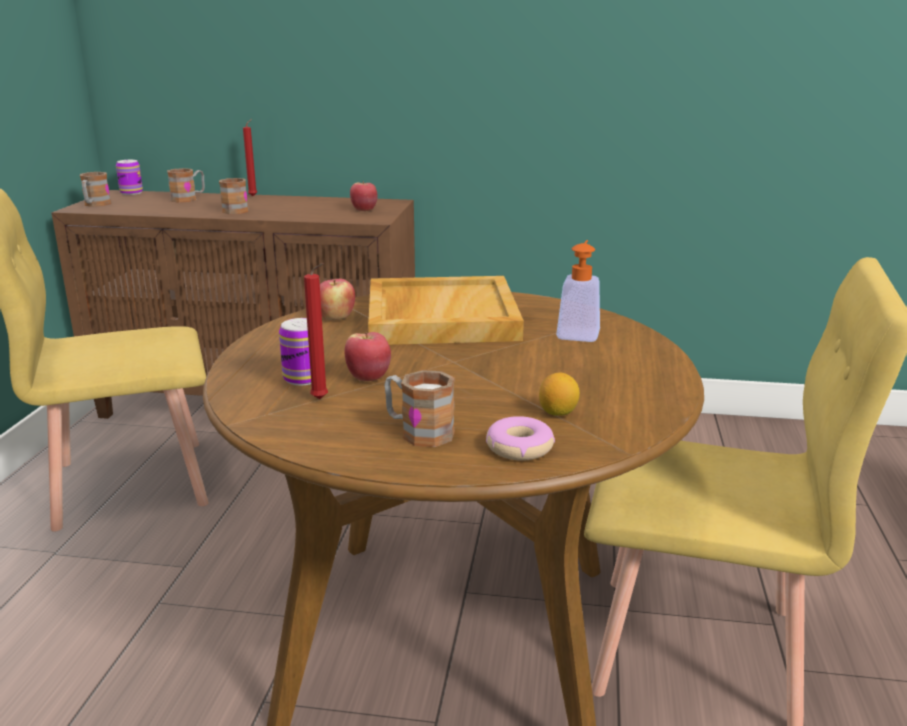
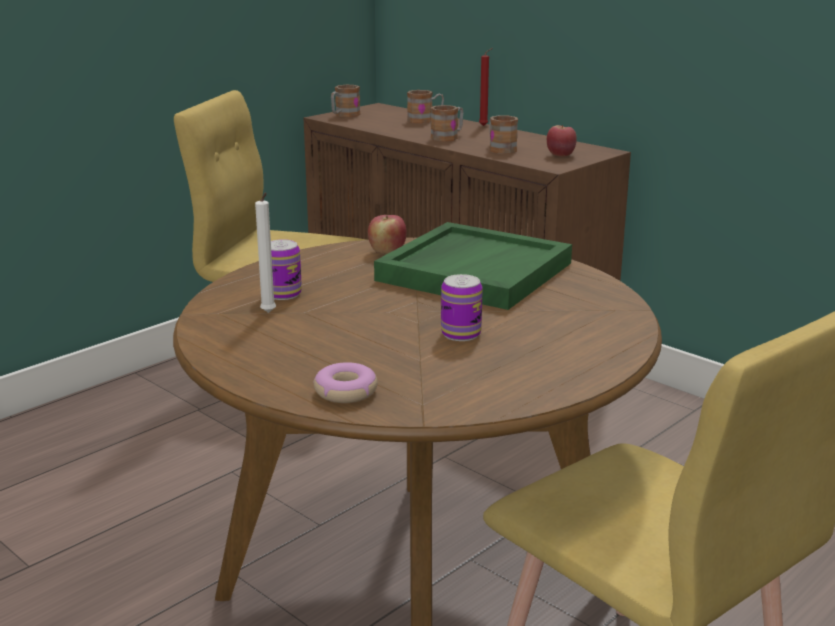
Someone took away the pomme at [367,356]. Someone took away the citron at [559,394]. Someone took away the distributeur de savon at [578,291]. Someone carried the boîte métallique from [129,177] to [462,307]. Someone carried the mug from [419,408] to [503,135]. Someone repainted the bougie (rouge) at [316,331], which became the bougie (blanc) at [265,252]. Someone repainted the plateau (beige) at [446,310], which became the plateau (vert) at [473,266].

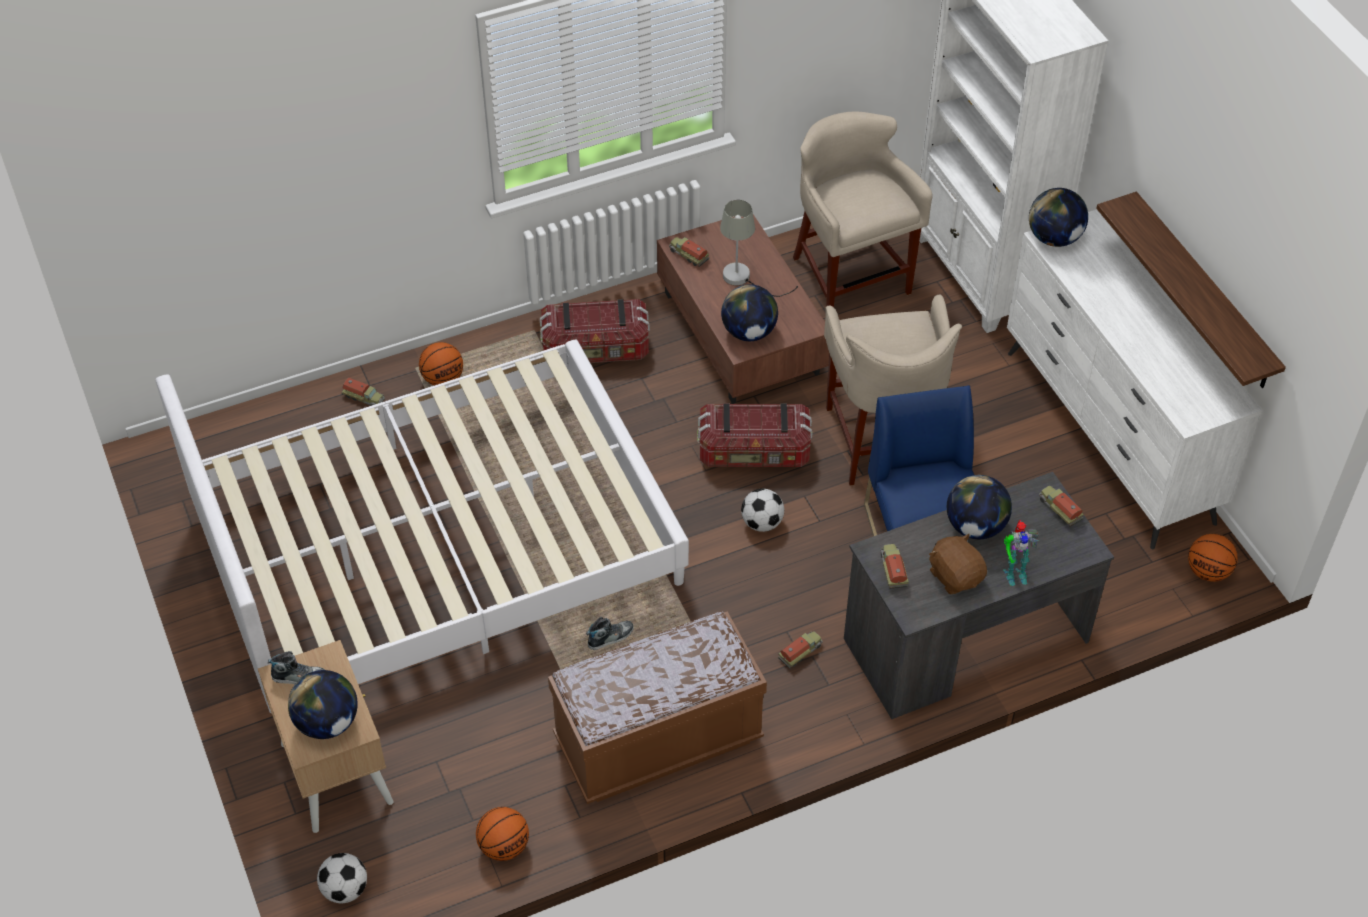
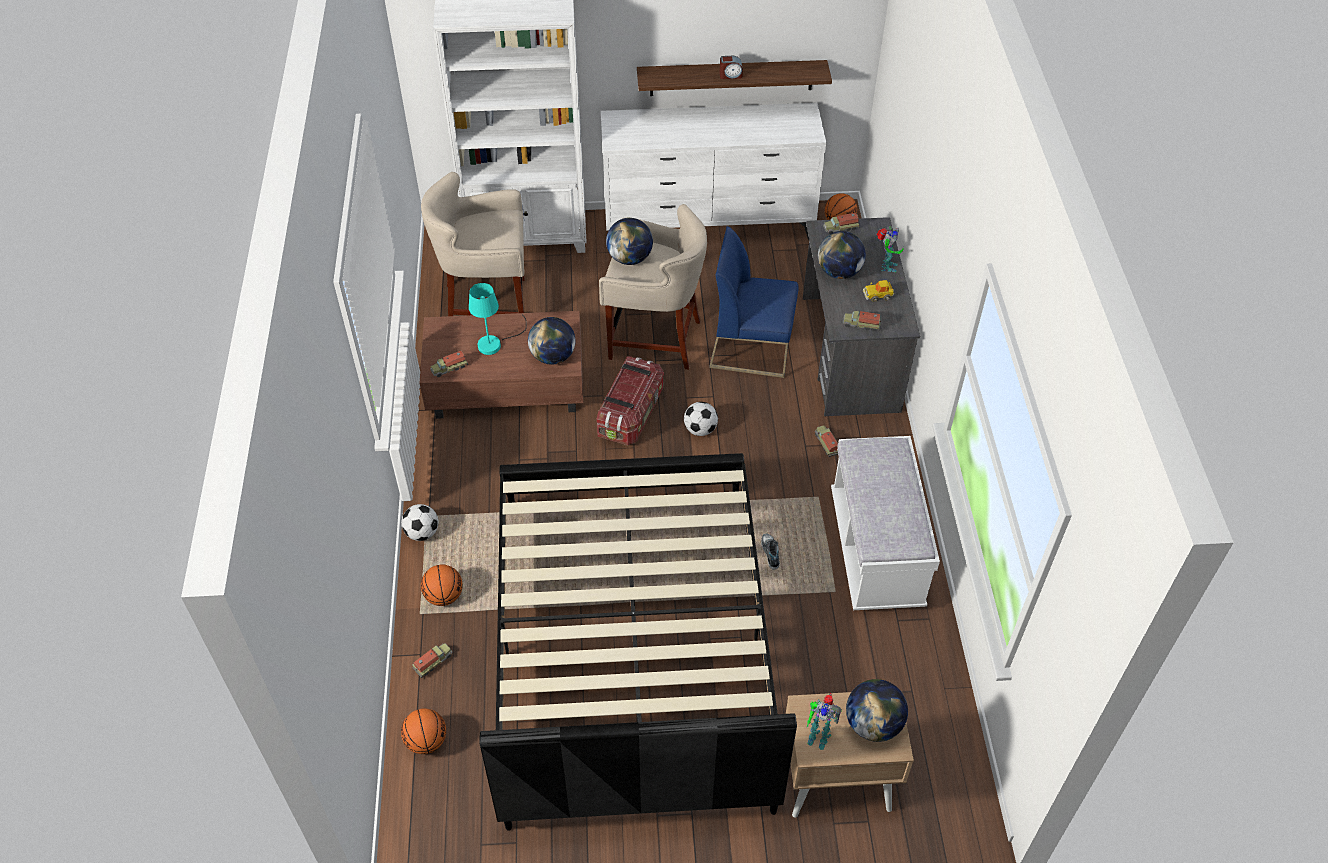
Someone took away the boîte de rangement at [595,331]. Someone put down the réveil at [731,67]. Someone carried the ballon de foot from [342,878] to [420,522]. Someone carried the ballon de basket from [502,834] to [423,731]. Someone carried the globe from [1058,217] to [629,241]. Someone swapped the chaussure at [296,667] for the robot jouet at [824,721]. Someone swapped the peluche (marron) at [958,563] for the petite voiture at [878,291]. Someone repainted the lit (blanc) at [422,527], which became the lit (noir) at [638,642]. Someone repainted the banc (marron) at [657,707], which became the banc (blanc) at [885,523]. Someone repainted the lampe de table (gris) at [759,248], which became the lampe de table (turquoise) at [498,319].

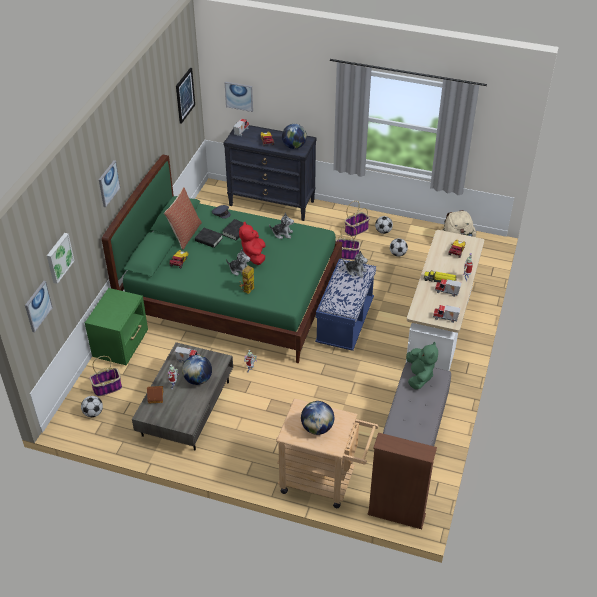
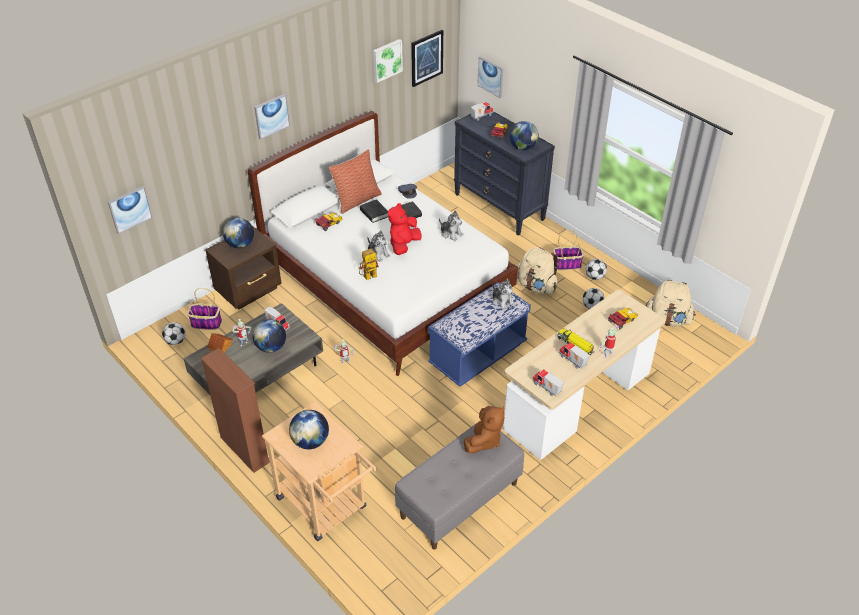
Someone put down the globe at [238,233]. Someone carried the tableau from [60,258] to [388,61]. Someone carried the bibliothèque (marron) from [402,481] to [235,410]. Someone swapped the panier at [348,242] for the sac à dos (beige) at [537,271]. Someone repainted the table de chevet (vert) at [116,326], which became the table de chevet (marron) at [243,267]. Someone repainted the lit (vert) at [222,258], which became the lit (blanc) at [383,243]. Someone repainted the peluche (vert) at [422,365], which became the peluche (marron) at [484,429].

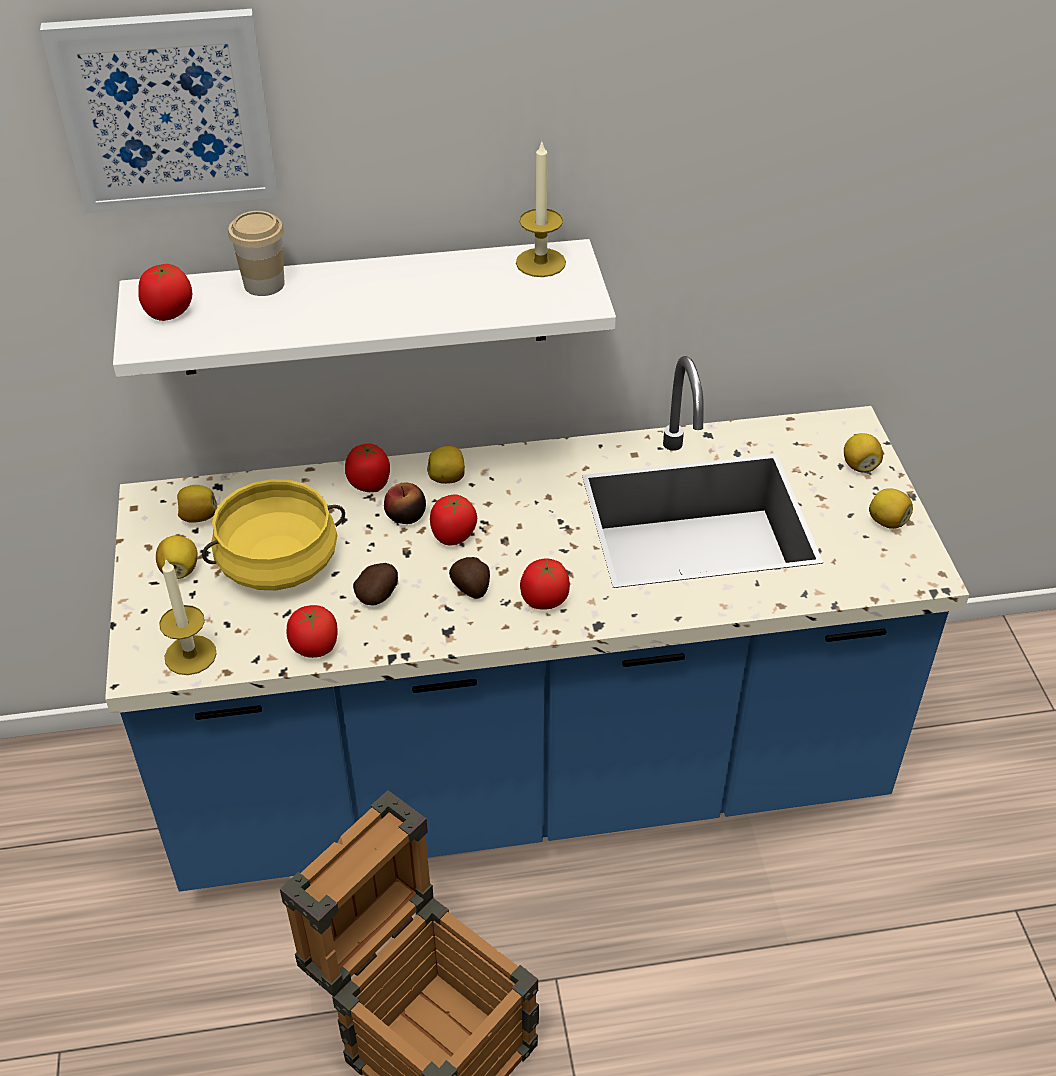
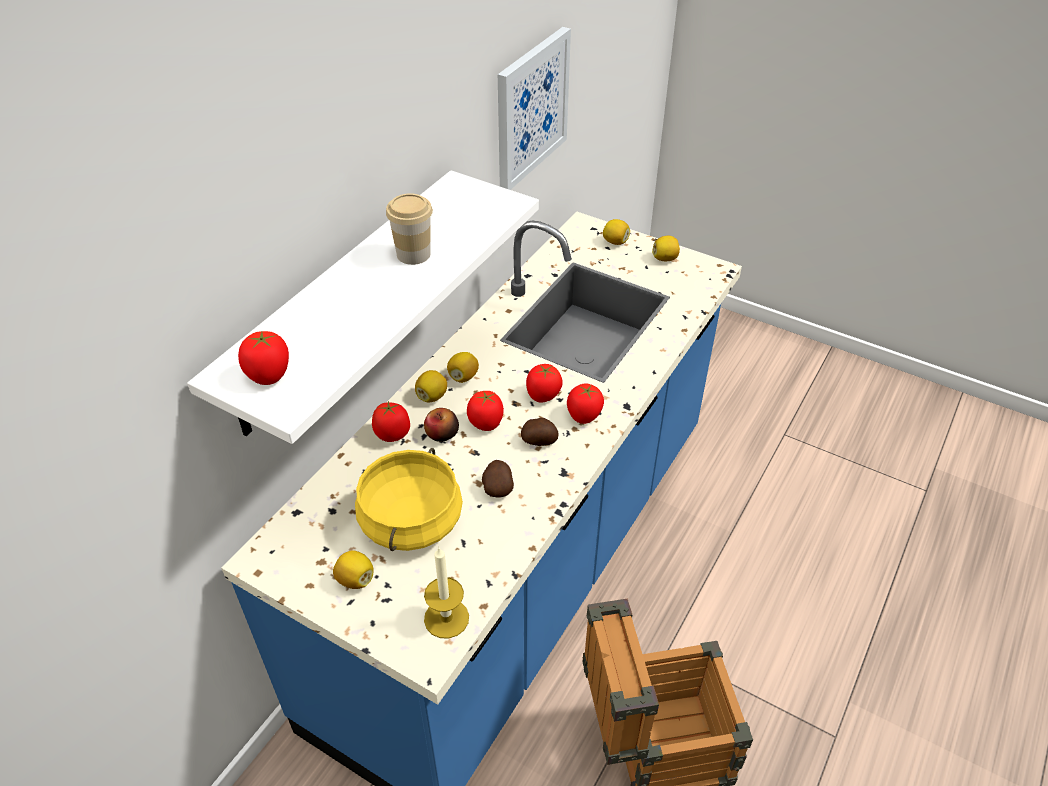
Someone took away the bougie at [541,209]. Someone carried the tableau from [159,111] to [534,108]. Someone carried the citron from [197,504] to [463,367]. Someone carried the tasse from [256,253] to [409,229]. Someone carried the tomate from [312,631] to [544,383].

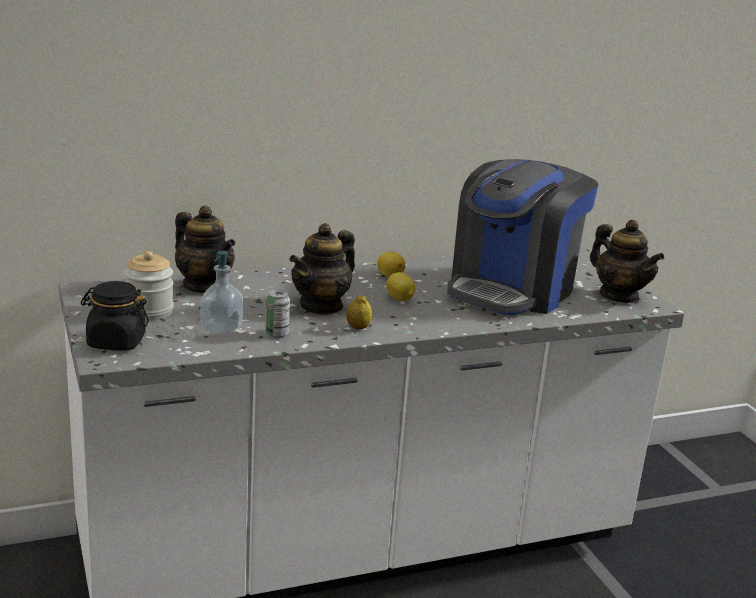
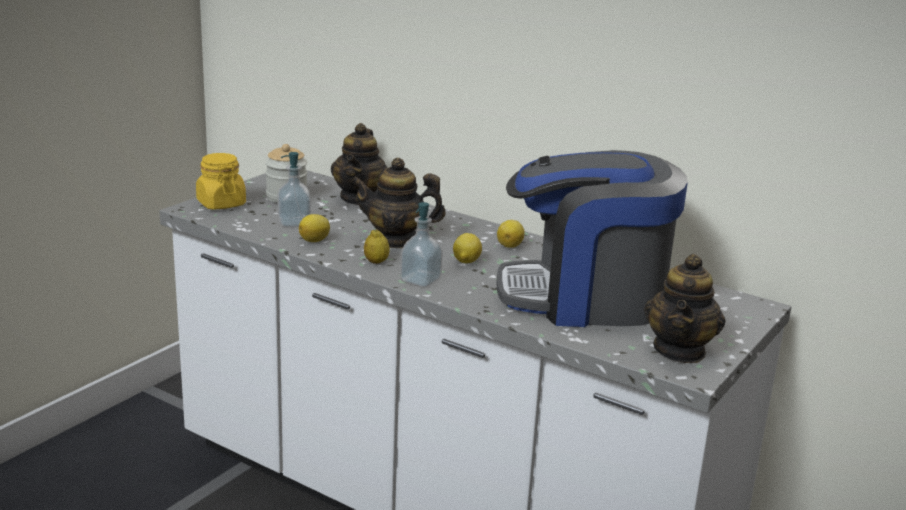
Someone put down the distributeur de savon at [421,245]. Someone swapped the boîte métallique at [278,314] for the citron at [314,228]. Someone repainted the bocal (noir) at [115,315], which became the bocal (jaune) at [221,181].

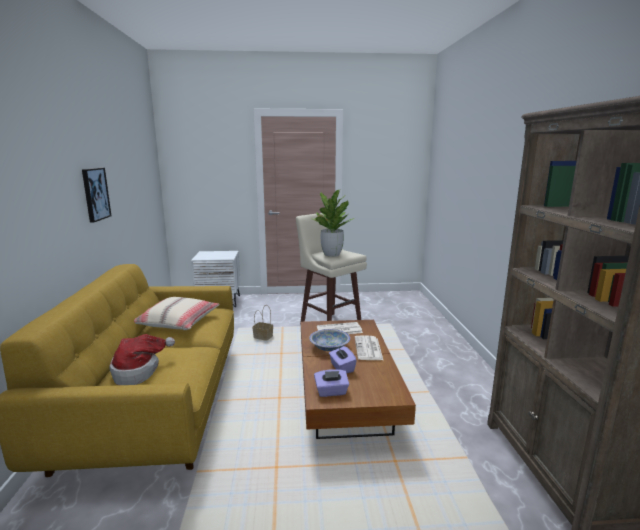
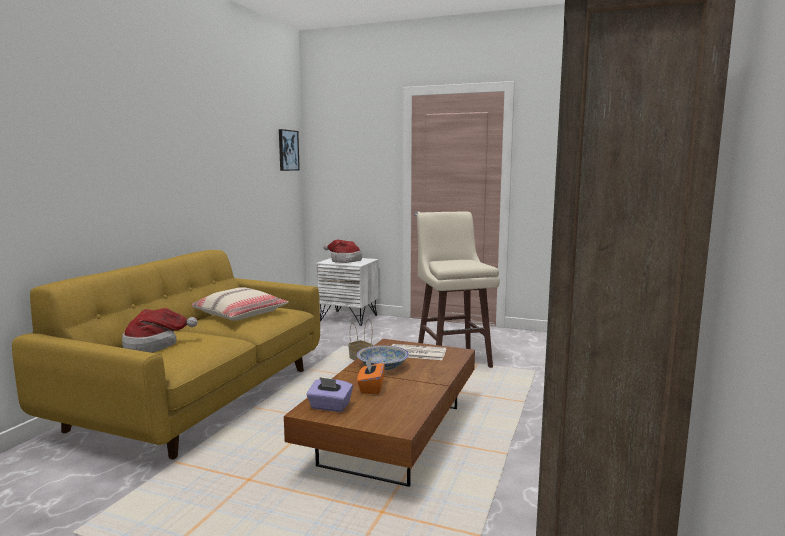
Someone took away the plante en pot at [333,223]. Someone took away the journal at [369,347]. Someone put down the chapeau at [342,251]. Someone carried the tableau from [96,195] to [289,150]. Someone repainted the boîte à mouchoirs (violet) at [343,359], which became the boîte à mouchoirs (orange) at [371,376].

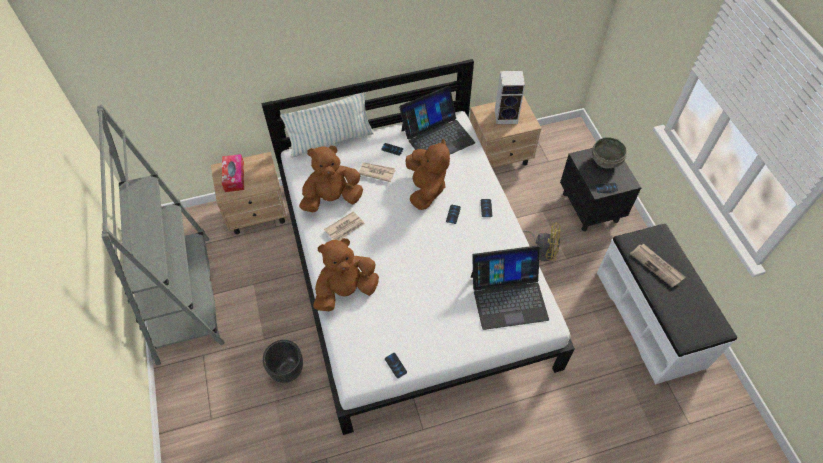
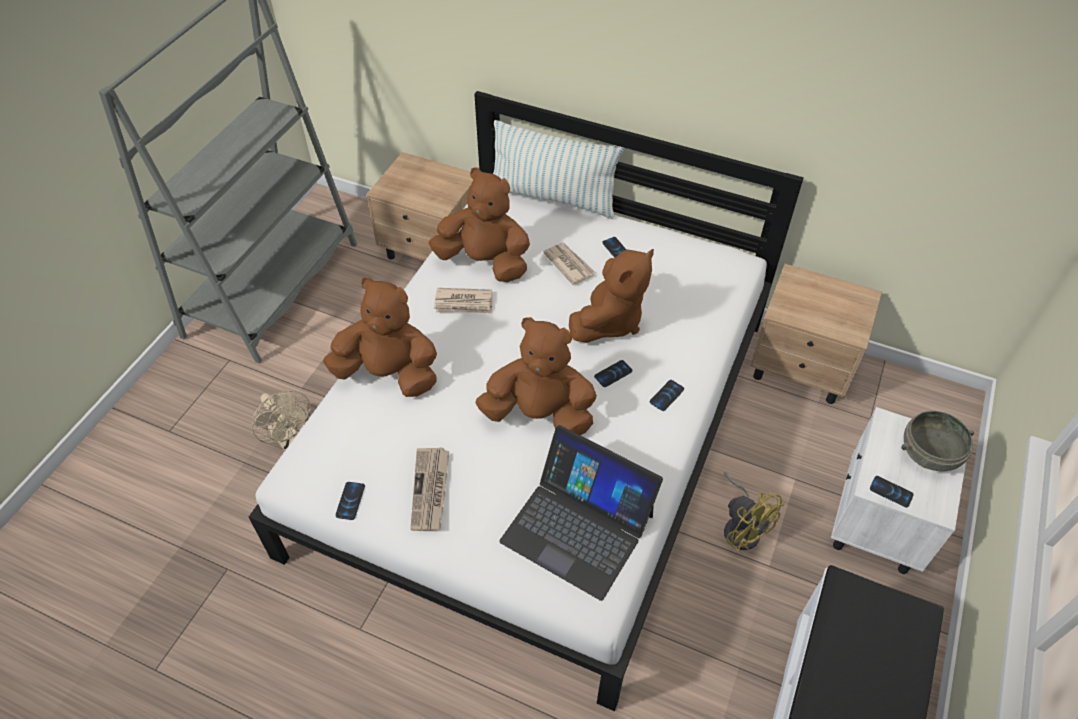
Someone took away the boîte à mouchoirs at [233,173]. Someone took away the ordinateur portable at [437,120]. Someone took away the enceinte at [510,97]. Someone put down the peluche (marron) at [536,376]. Someone carried the journal from [657,266] to [429,489]. Someone swapped the cache-pot (noir) at [283,361] for the ventilateur (beige) at [281,420]. Someone repainted the table de chevet (noir) at [600,189], which became the table de chevet (blanc) at [898,490].

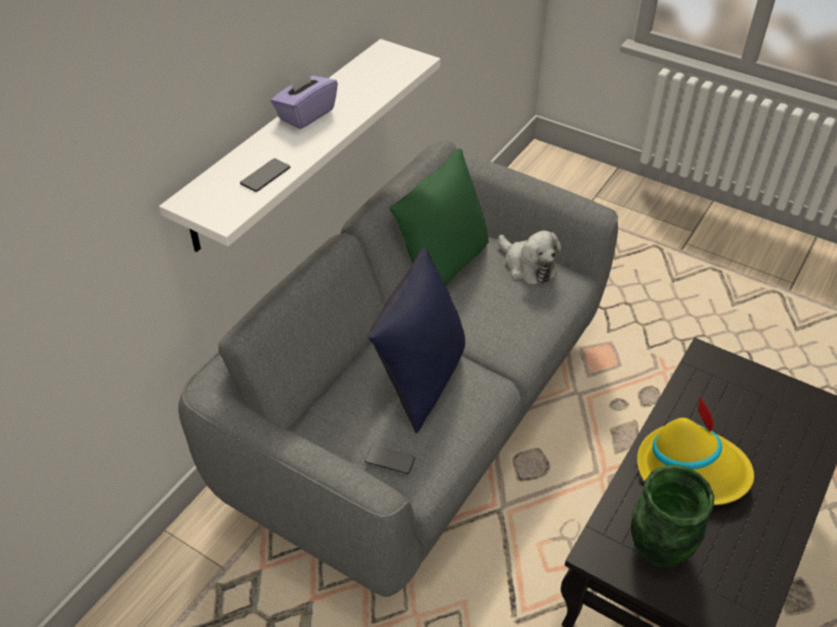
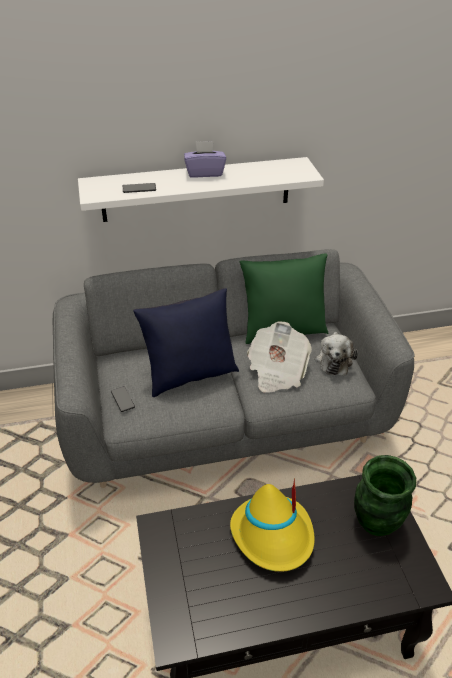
Someone put down the journal at [279,357]. Someone carried the vase (vert) from [672,516] to [385,495].

